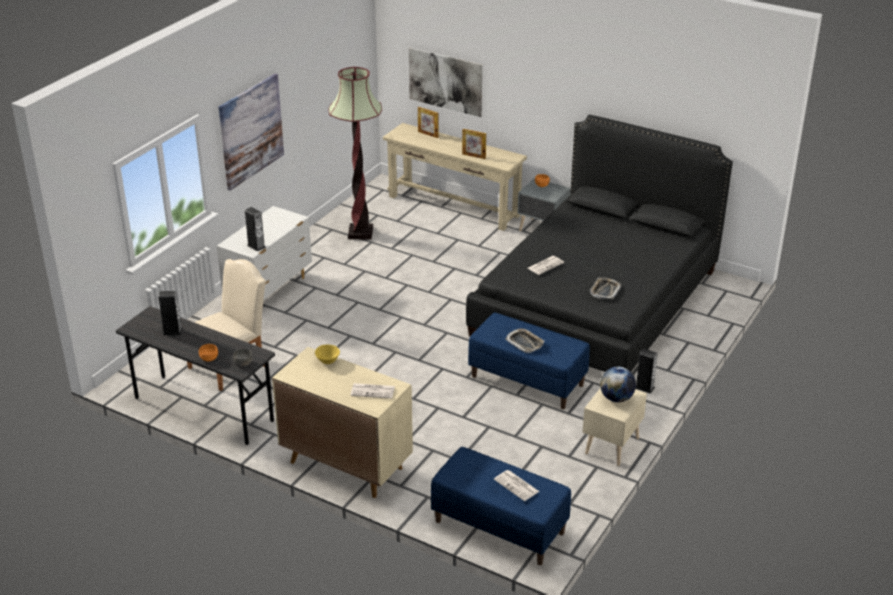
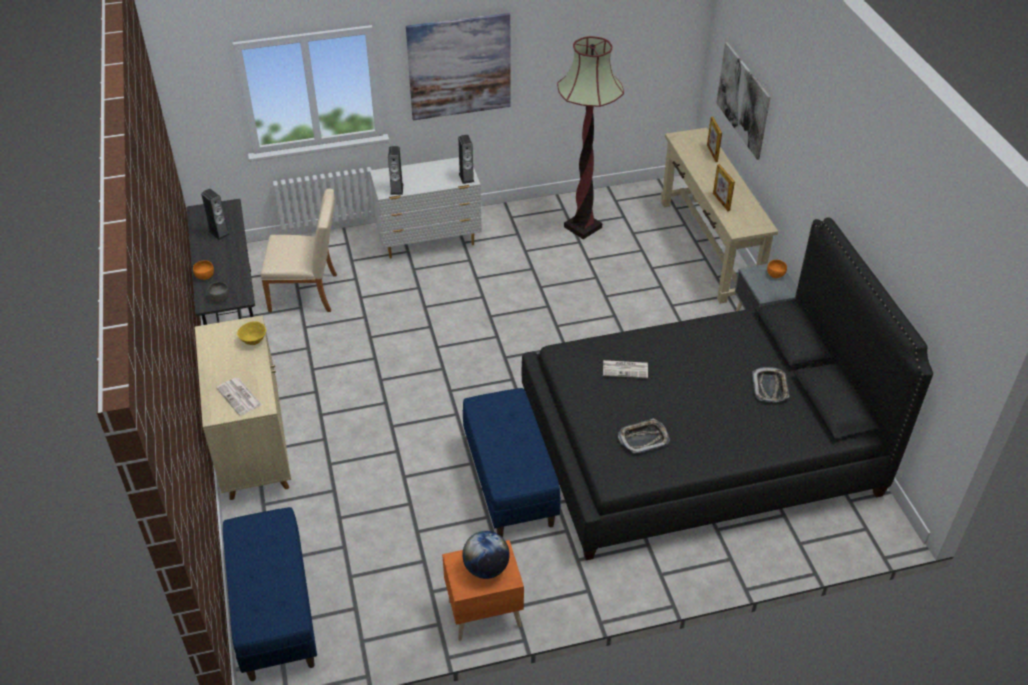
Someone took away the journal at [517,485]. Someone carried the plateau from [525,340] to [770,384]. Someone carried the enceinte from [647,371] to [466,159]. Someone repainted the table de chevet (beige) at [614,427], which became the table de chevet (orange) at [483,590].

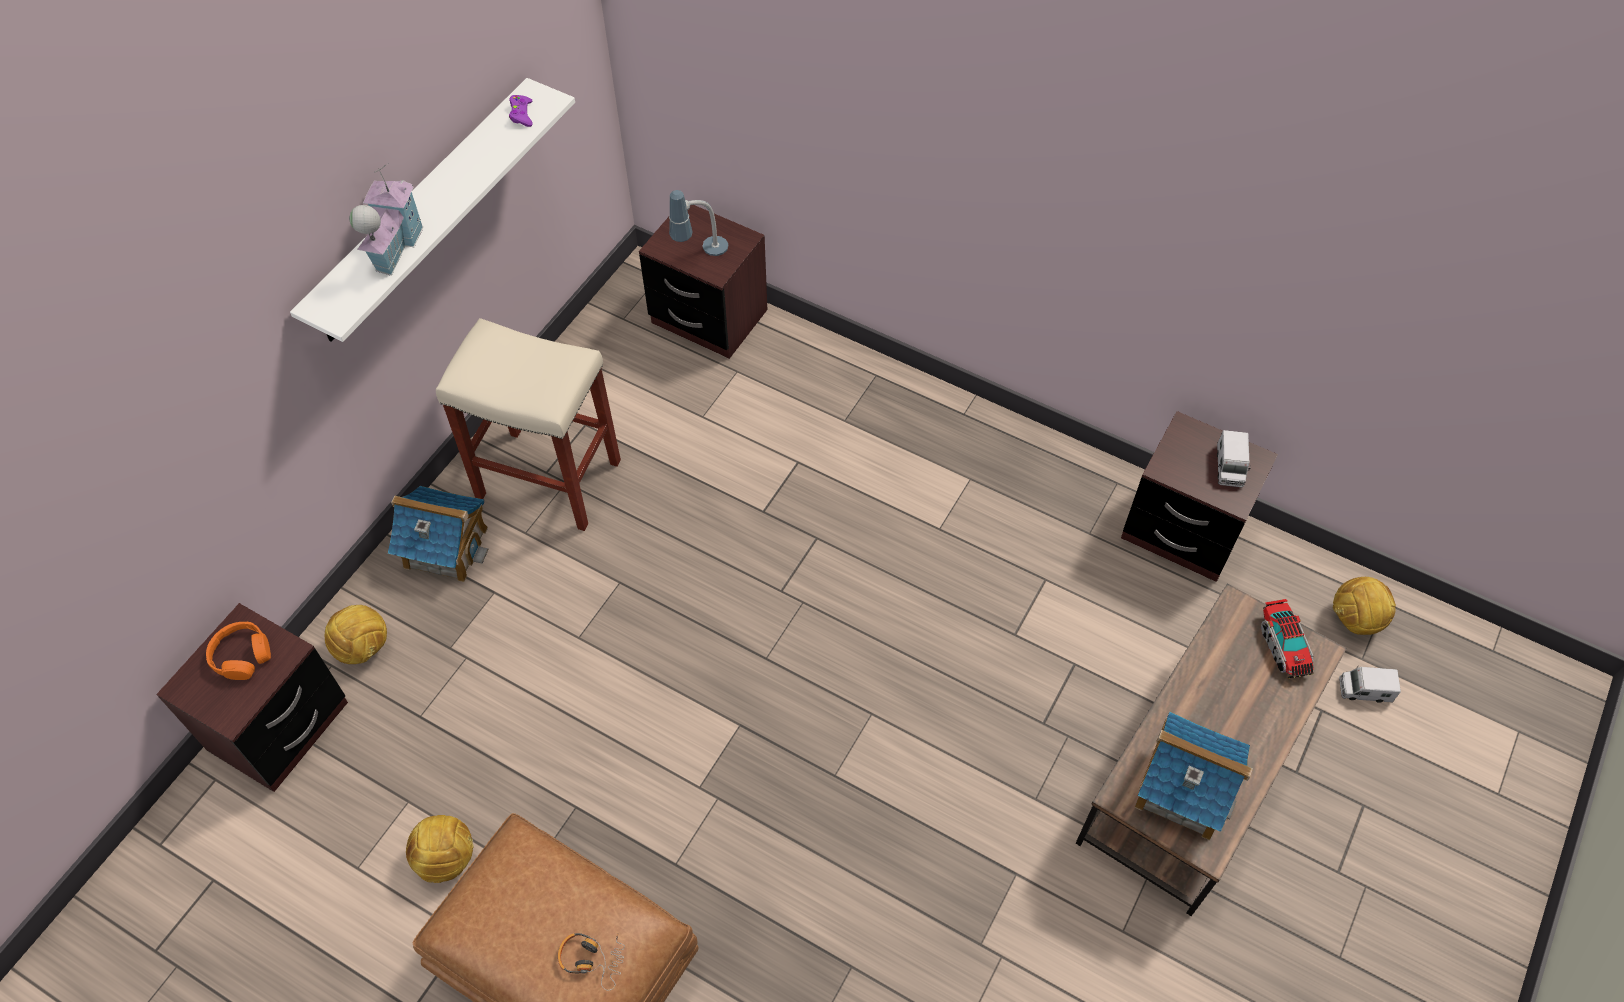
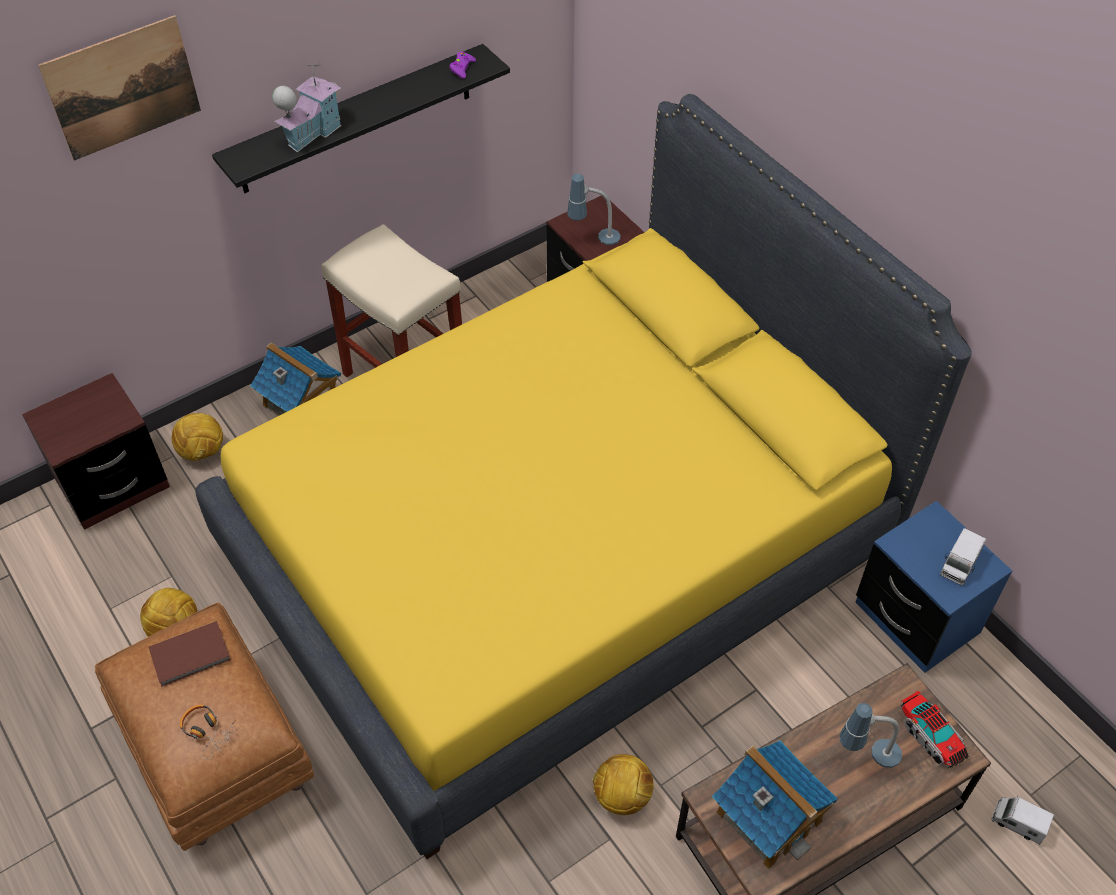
Someone took away the casque audio (orange) at [238,651]. Someone put up the tableau at [119,88]. Someone put down the livre (marron) at [189,654]. Someone put down the lit (jaune) at [583,476]. Someone put down the lampe de table at [870,735]. Someone carried the ballon de foot from [1364,606] to [623,784]. Someone repainted the étagère (blanc) at [432,210], which became the étagère (noir) at [361,118]. Someone repainted the table de chevet (marron) at [1199,496], which became the table de chevet (bleu) at [933,587]. Someone rotated the camion jouet at [1287,639] by 45 degrees counterclockwise.

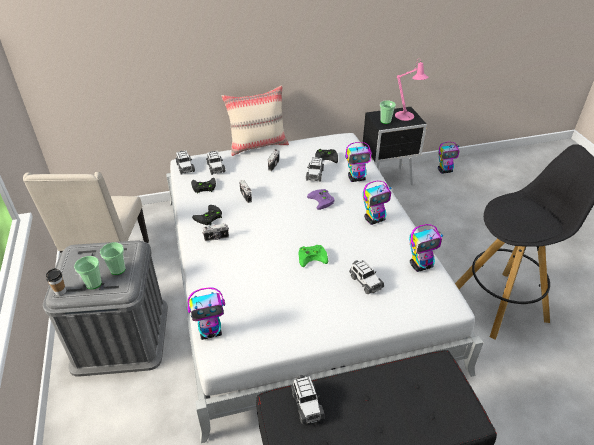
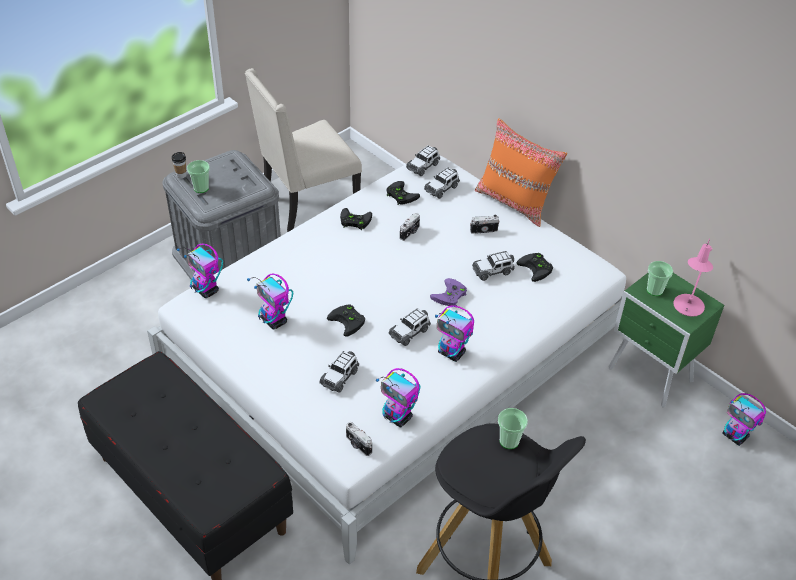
Someone carried the tasse from [113,258] to [513,428]. Someone carried the appareil photo from [215,232] to [359,439]. Someone carried the petite voiture from [308,399] to [409,327]. Someone carried the robot jouet from [358,162] to [270,301]. Someone repainted the coussin (beige) at [255,120], which became the coussin (orange) at [521,172]. Someone repainted the manette (vert) at [313,256], which became the manette (noir) at [346,320]. Someone repainted the table de chevet (noir) at [395,146], which became the table de chevet (vert) at [666,340].

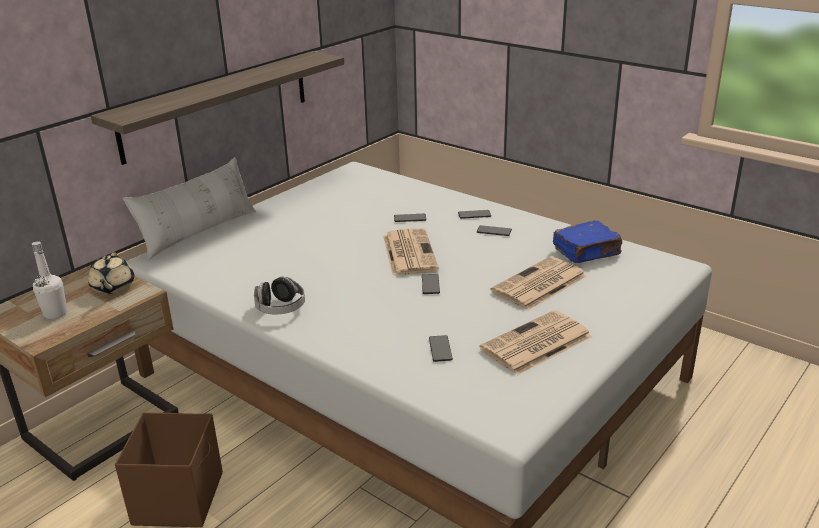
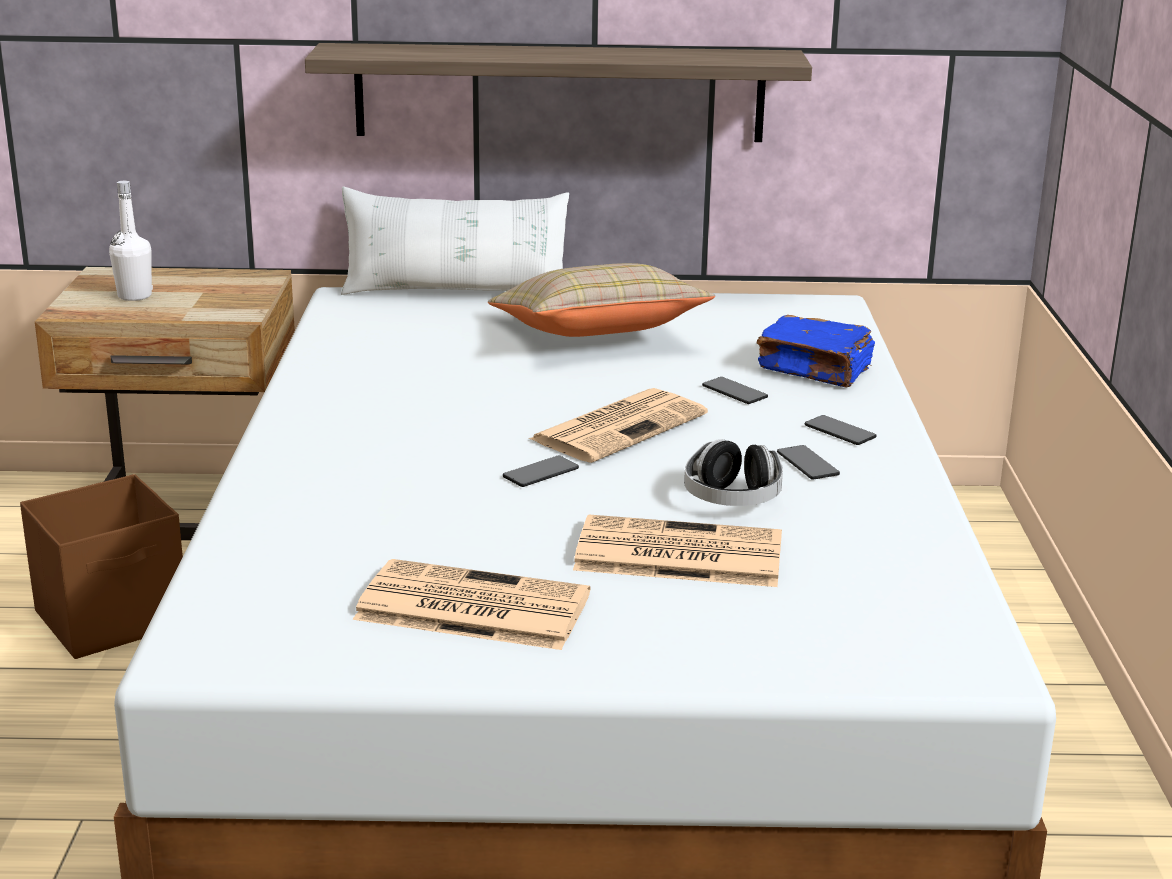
Someone took away the théière (beige) at [111,273]. Someone took away the téléphone at [441,348]. Someone put down the coussin (beige) at [601,300]. Someone carried the casque audio from [279,295] to [733,472]. Someone carried the livre (bleu) from [588,241] to [815,351].

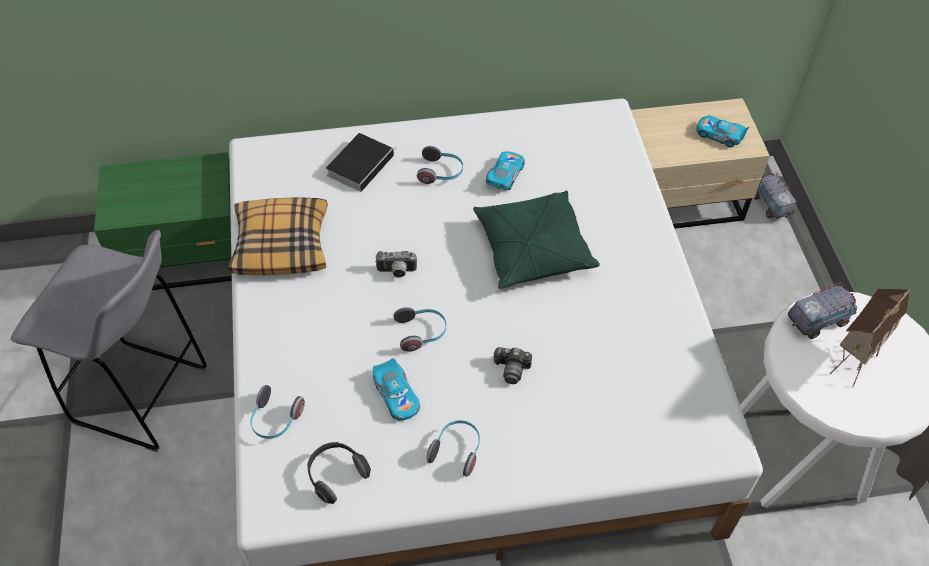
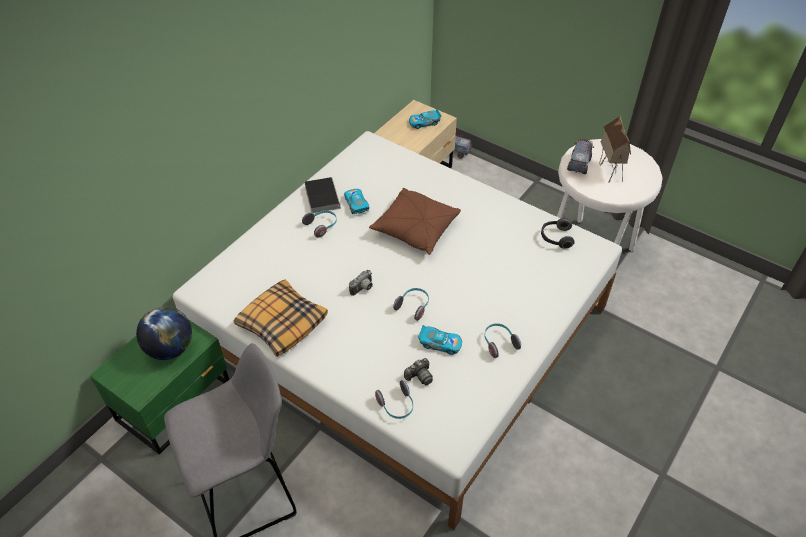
Someone put down the globe at [164,333]. Someone carried the casque audio from [339,473] to [558,233]. Someone carried the livre from [361,162] to [322,195]. Someone carried the appareil photo from [512,365] to [418,371]. Someone repainted the coussin (vert) at [536,240], which became the coussin (marron) at [415,221].

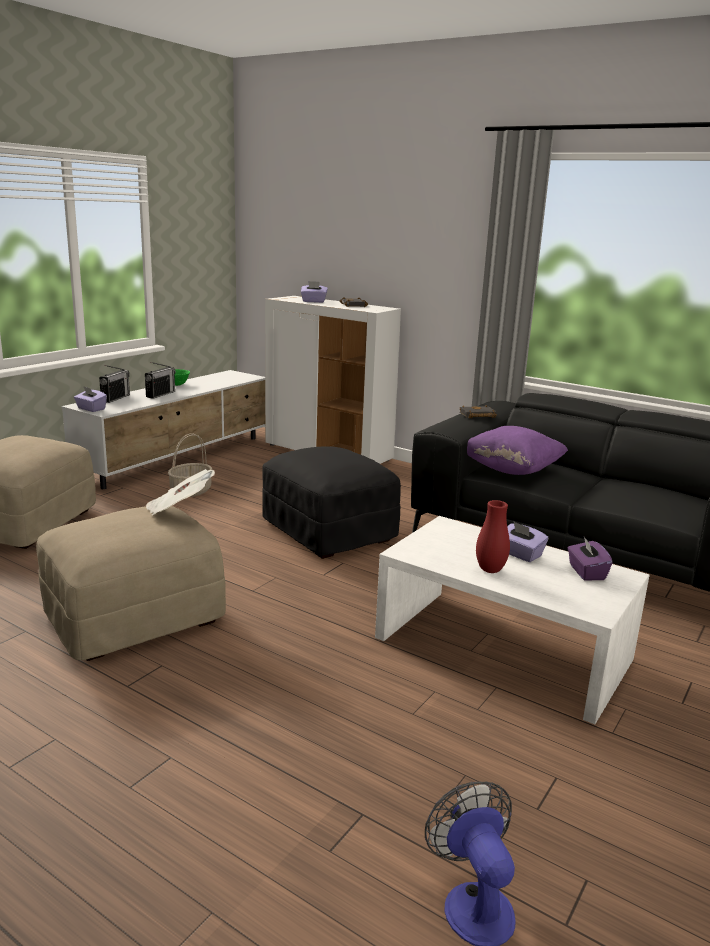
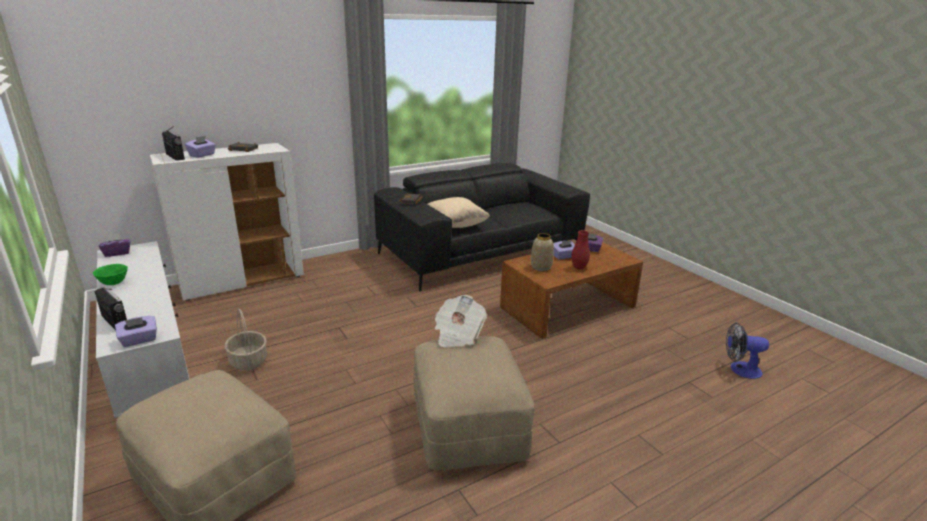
Someone took away the pouf (noir) at [331,502]. Someone put down the boîte à mouchoirs (violet) at [114,245]. Someone put down the vase at [542,252]. Someone carried the radio from [160,380] to [173,143]. Someone repainted the table basse (blanc) at [512,620], which became the table basse (marron) at [571,290]. Someone repainted the coussin (violet) at [517,450], which became the coussin (beige) at [459,212].

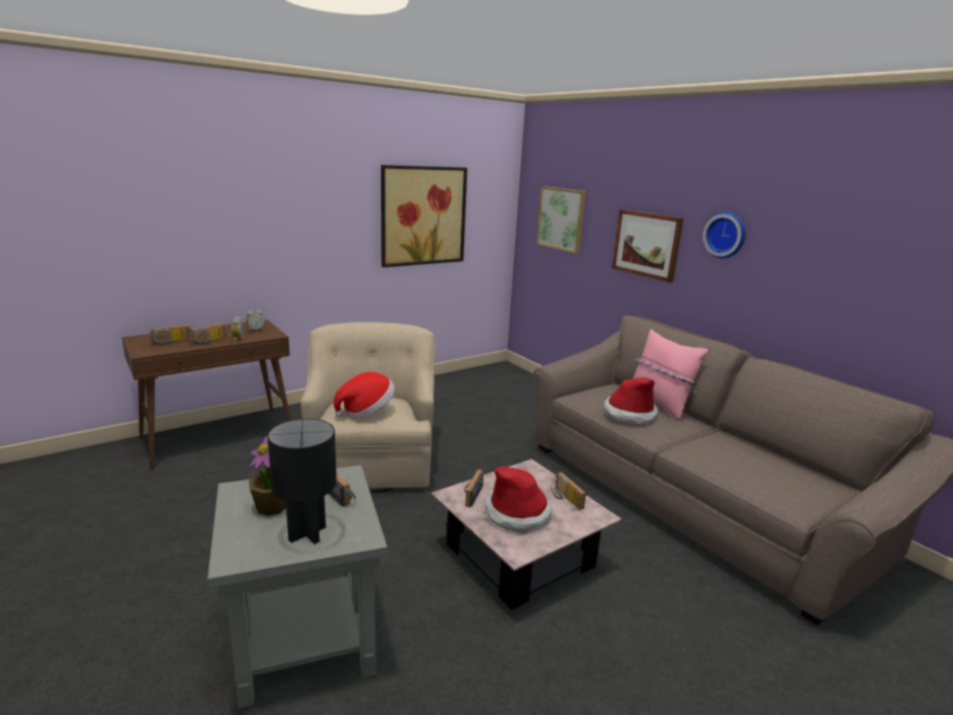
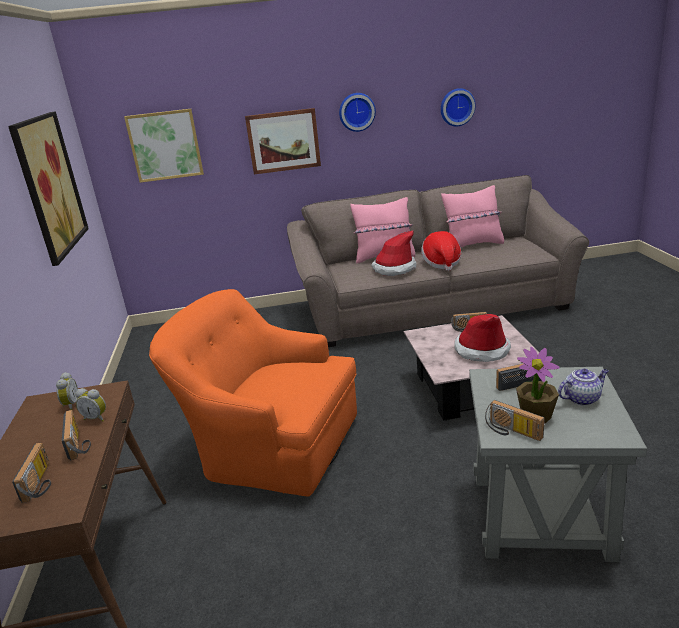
Someone put up the horloge murale at [458,107]. Someone put down the coussin (rose) at [472,216]. Someone carried the chapeau from [364,395] to [441,251]. Someone carried the radio from [474,488] to [515,420]. Someone swapped the lampe de table (noir) at [302,481] for the théière at [583,387]. Someone repainted the fauteuil (beige) at [368,407], which became the fauteuil (orange) at [253,392].

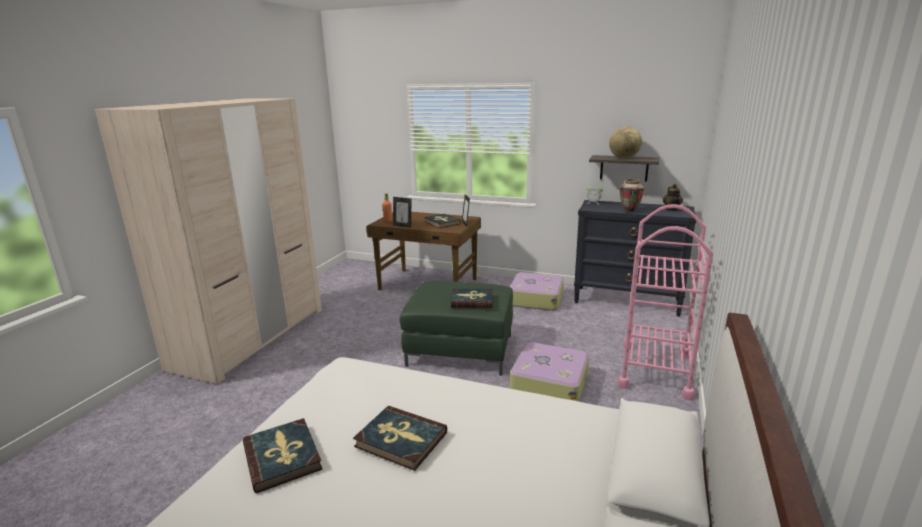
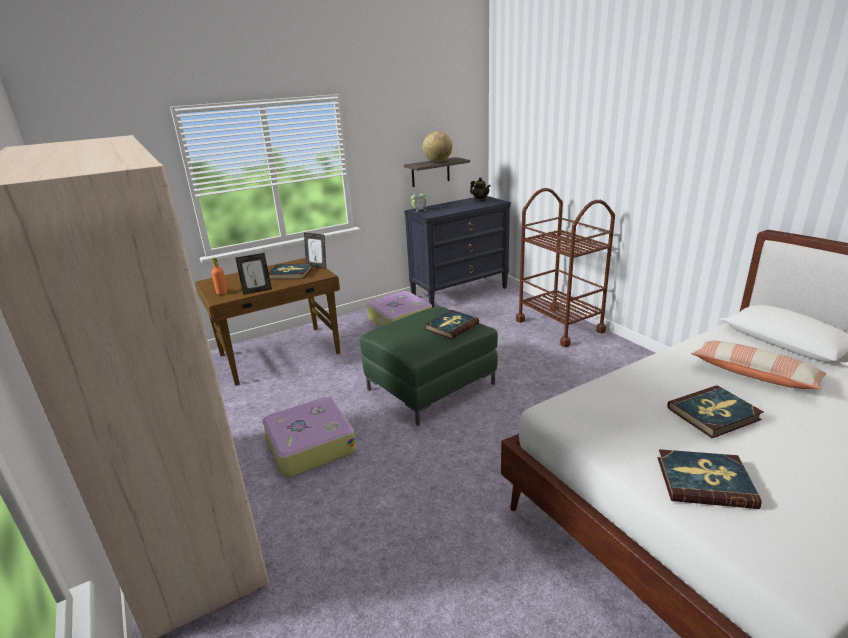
Someone took away the vase at [632,196]. Someone put down the coussin at [758,365]. Someone carried the valise from [549,371] to [309,437]. Someone repainted the chariot (rose) at [665,302], which became the chariot (marron) at [565,267].

